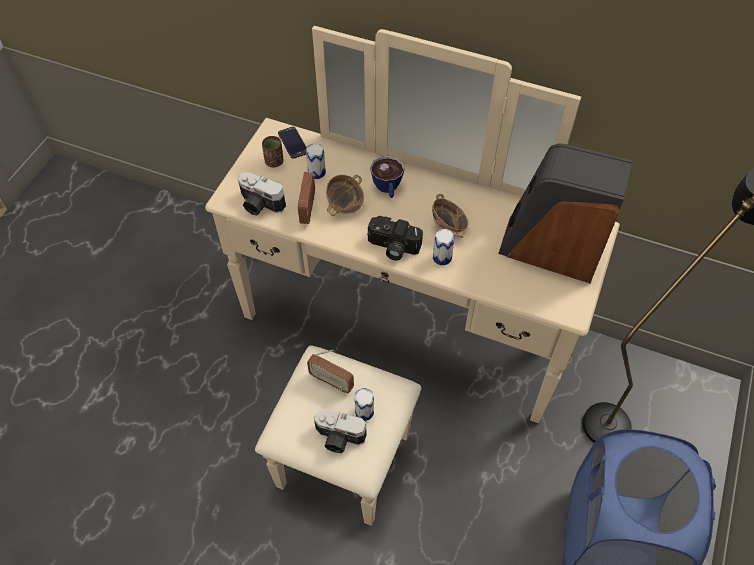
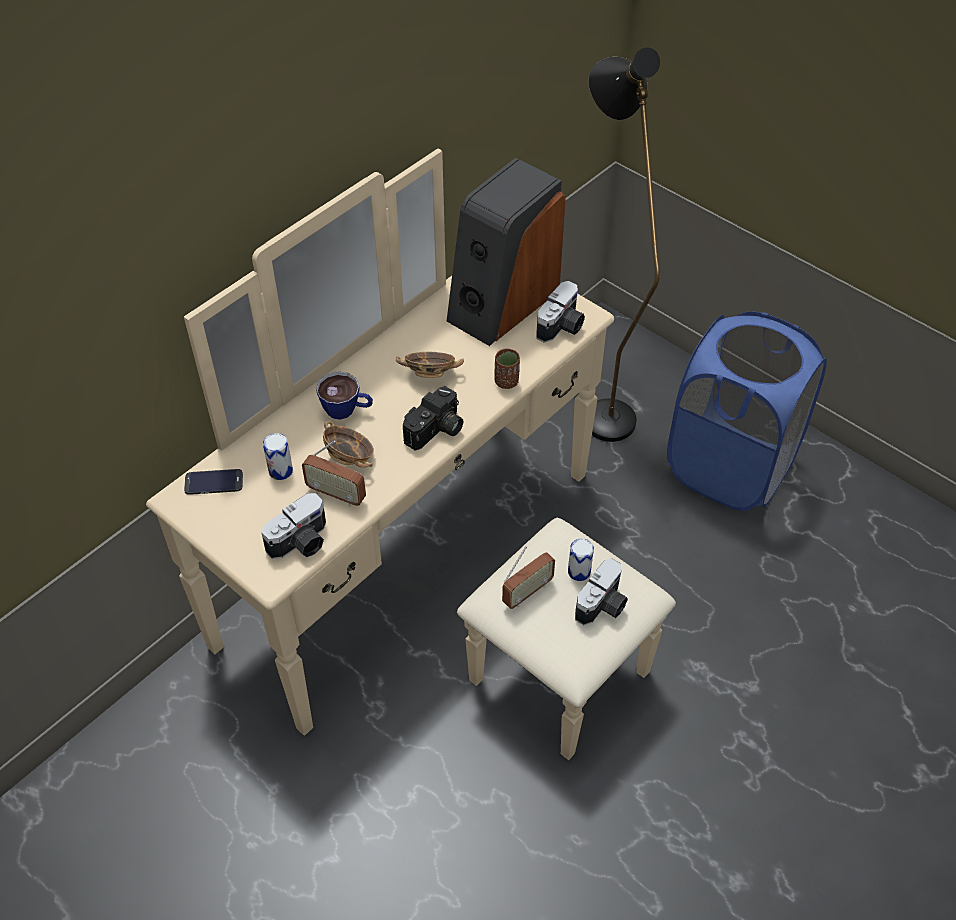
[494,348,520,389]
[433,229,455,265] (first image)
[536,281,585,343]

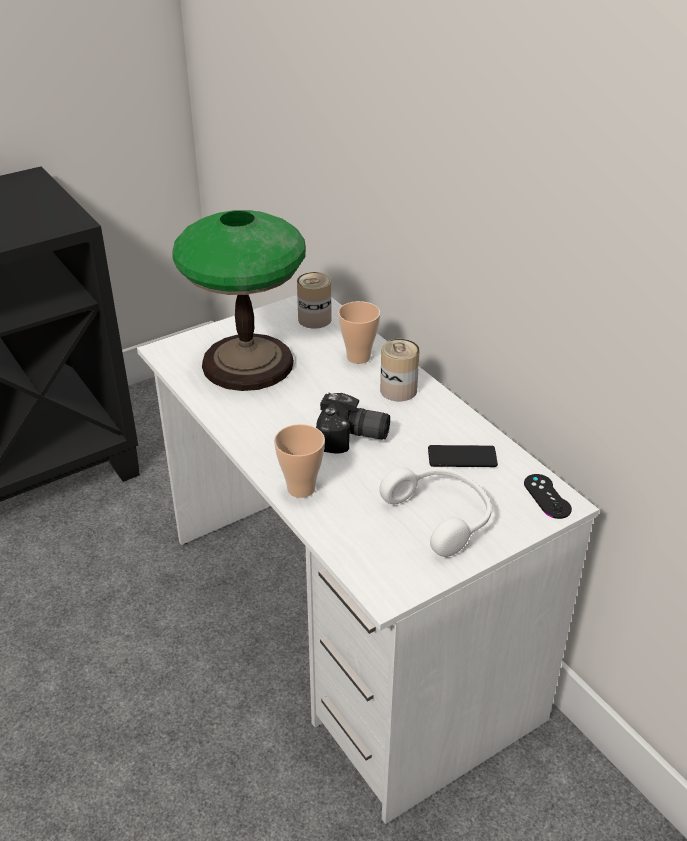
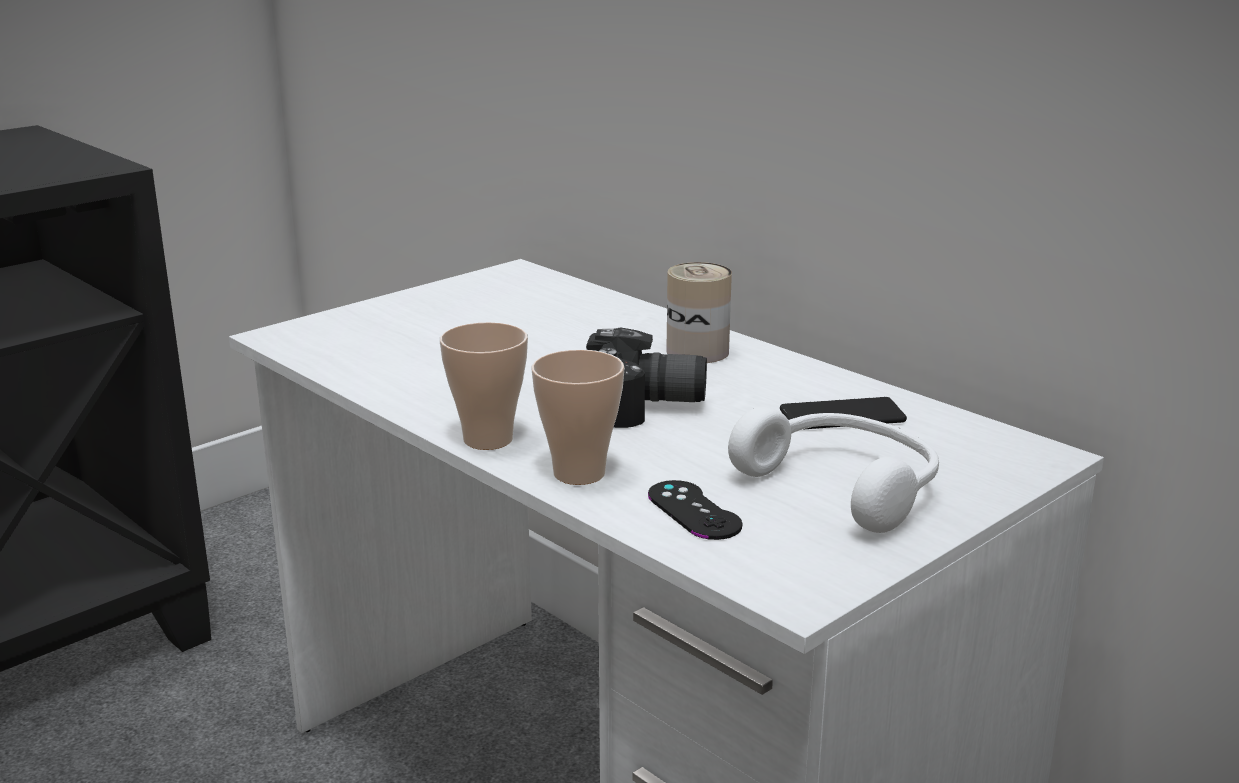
[172,210,306,391] (first image)
[297,272,332,329] (first image)
[440,322,528,450]
[648,480,742,540]

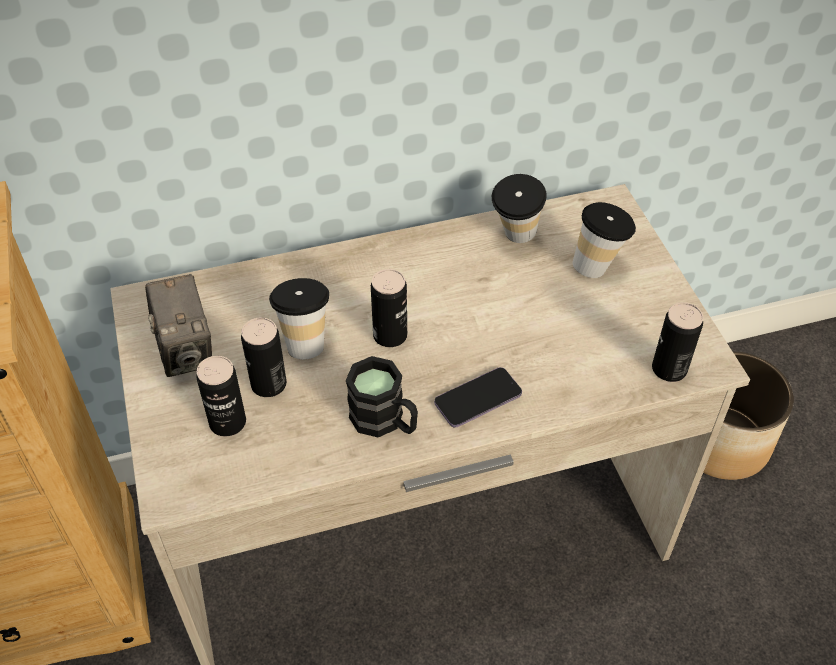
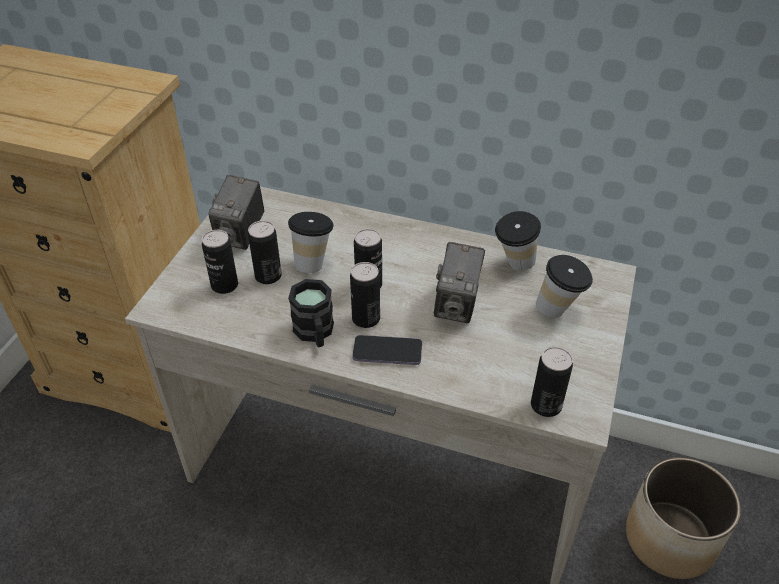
[434,242,485,323]
[350,262,380,328]

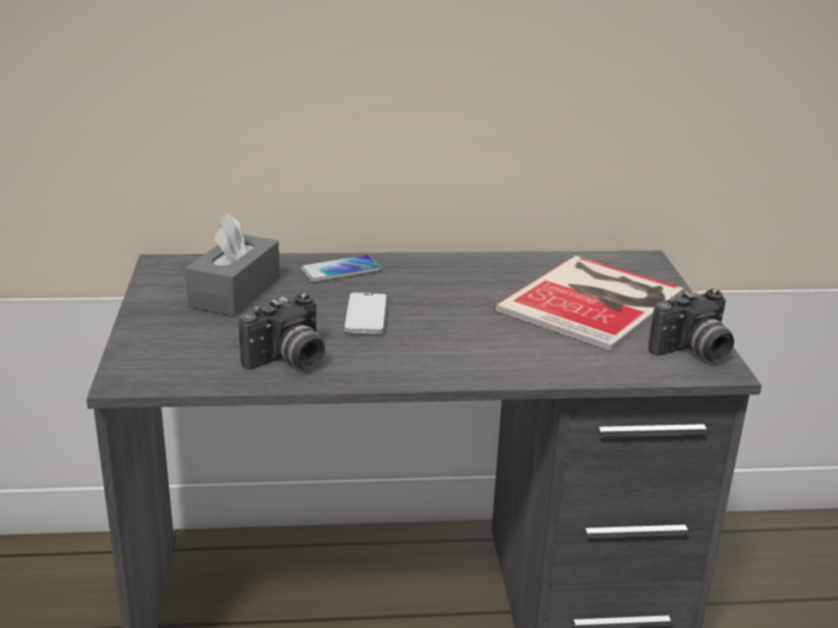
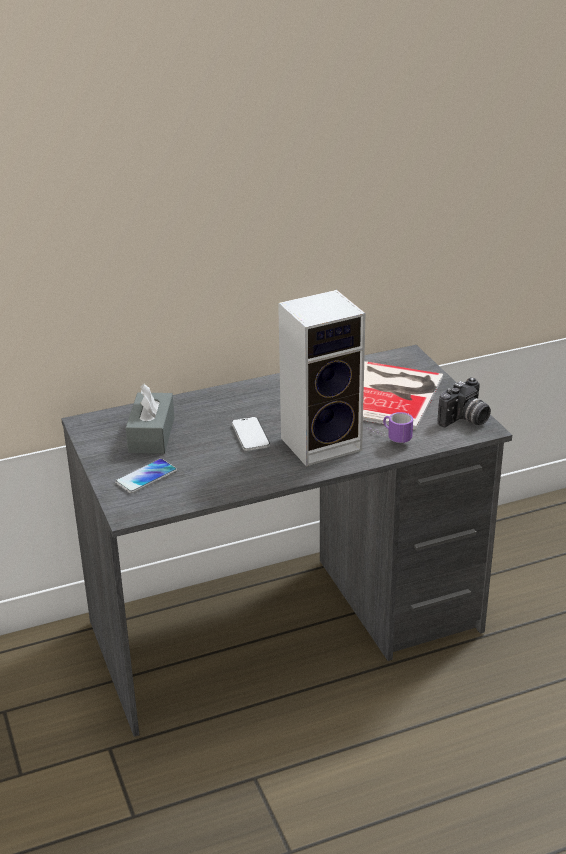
[115,459,177,493]
[239,293,325,370] (first image)
[278,290,366,467]
[366,412,413,443]

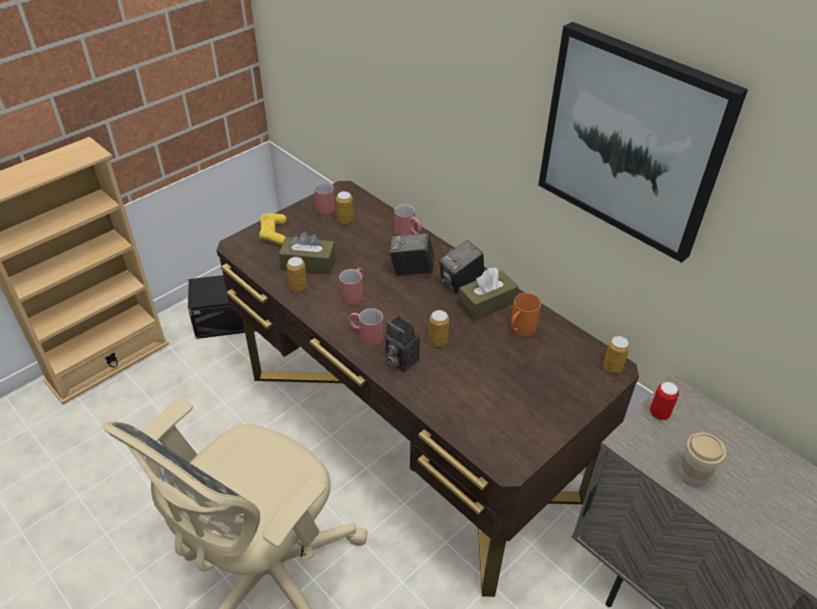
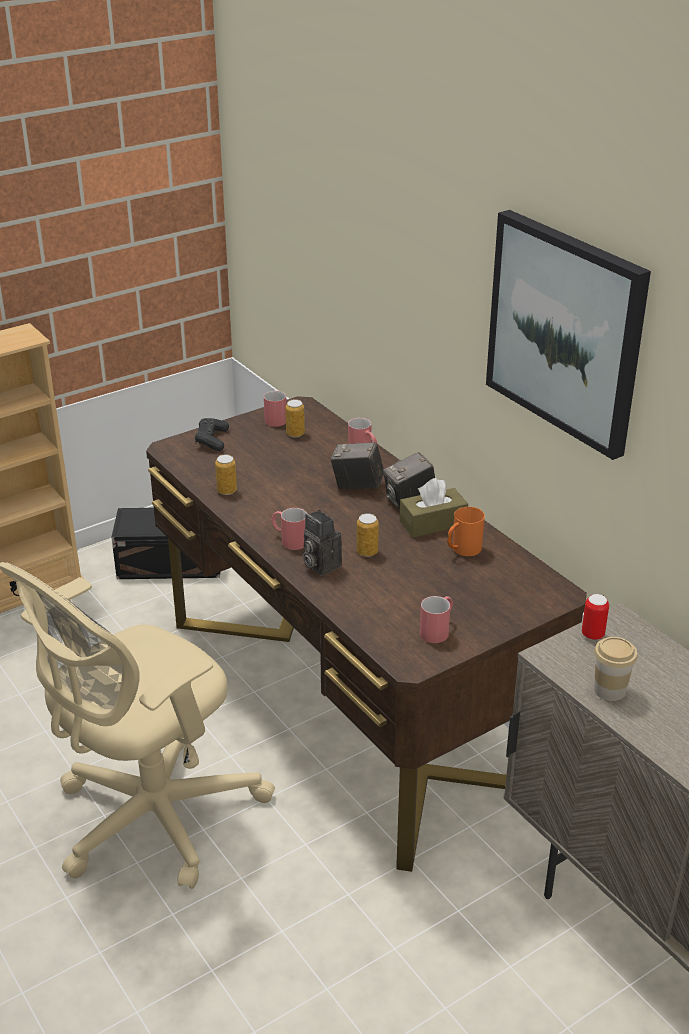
[195,418,229,451]
[279,231,336,275] (first image)
[420,596,453,643]
[603,336,630,373] (first image)

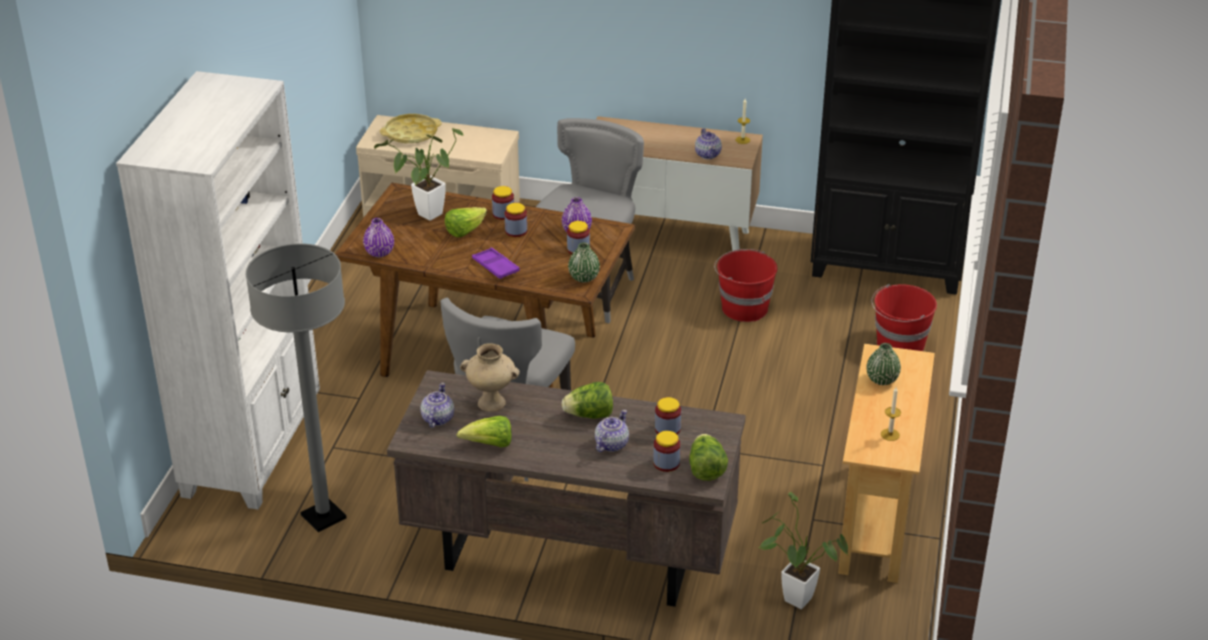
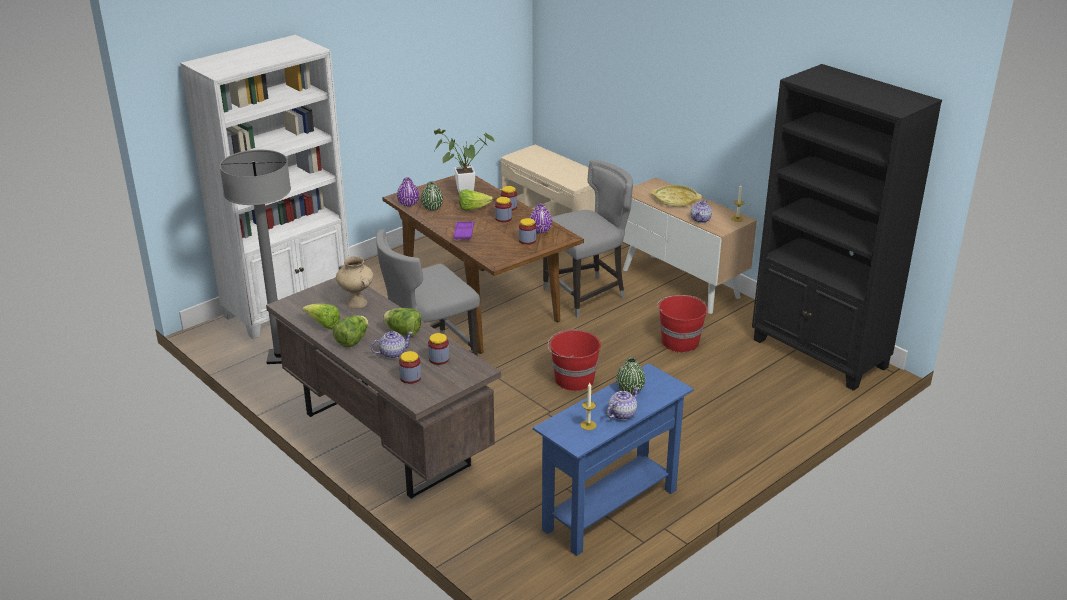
[651,185,702,207]
[421,181,443,211]
[547,329,601,391]
[533,363,694,556]
[607,387,639,420]
[333,315,369,347]
[759,492,848,609] (first image)

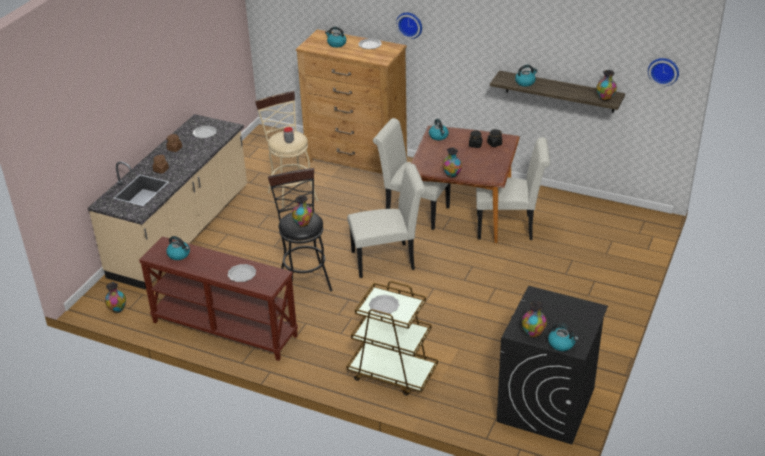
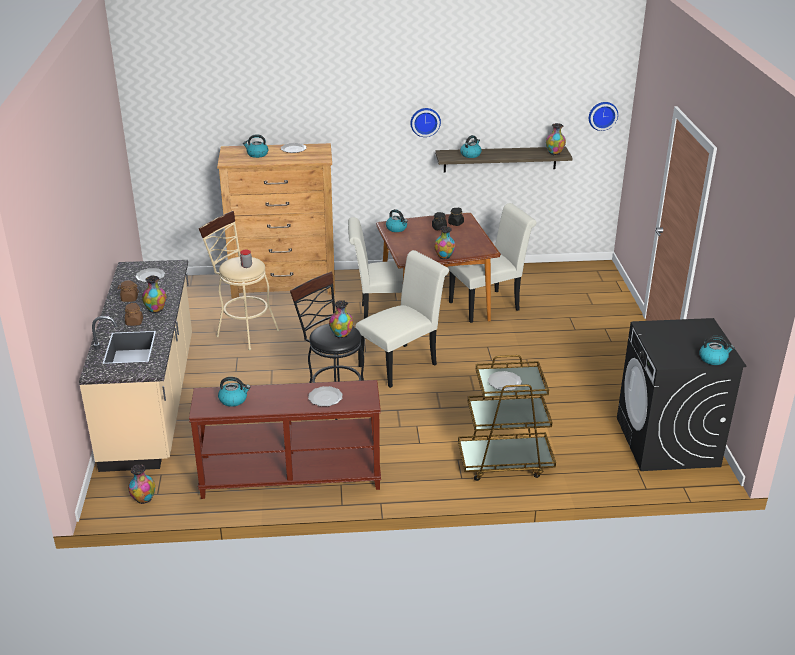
[411,108,441,137]
[142,275,167,314]

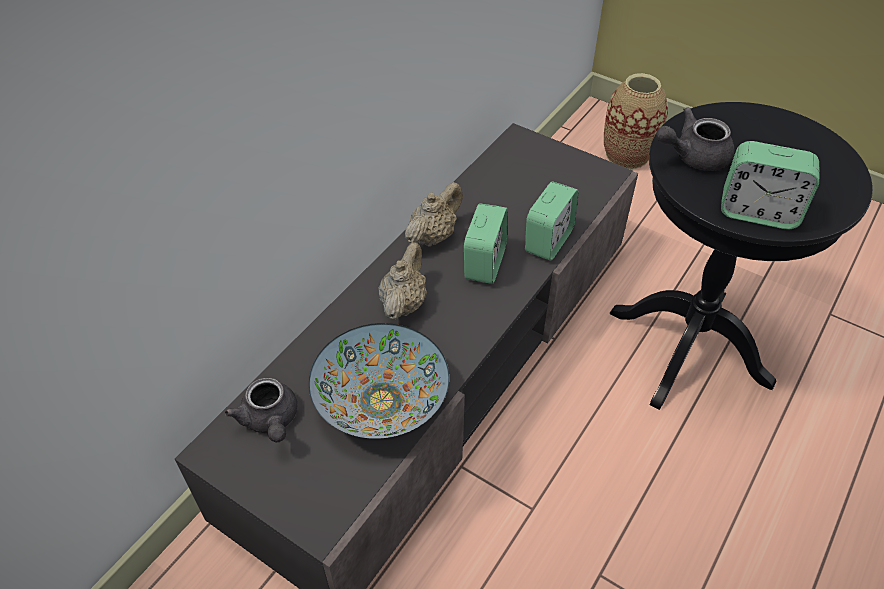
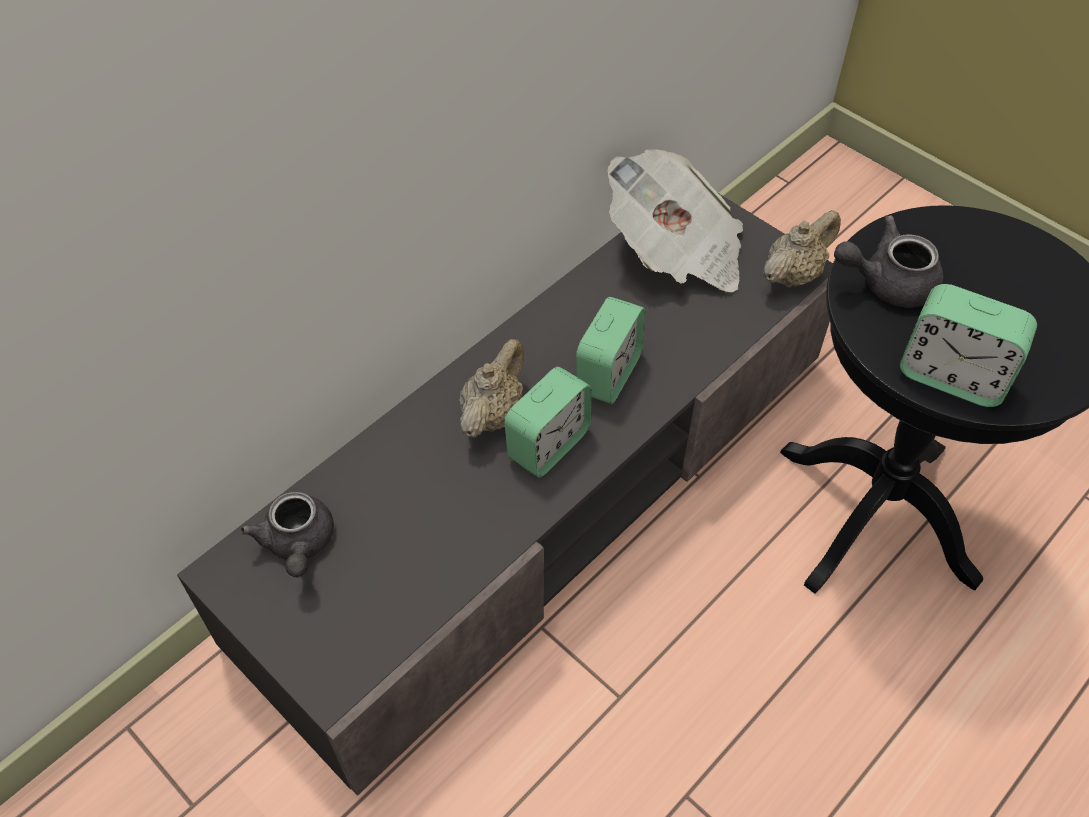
[604,73,668,169] (first image)
[504,367,592,477]
[763,210,841,288]
[309,323,449,439] (first image)
[607,149,743,293]

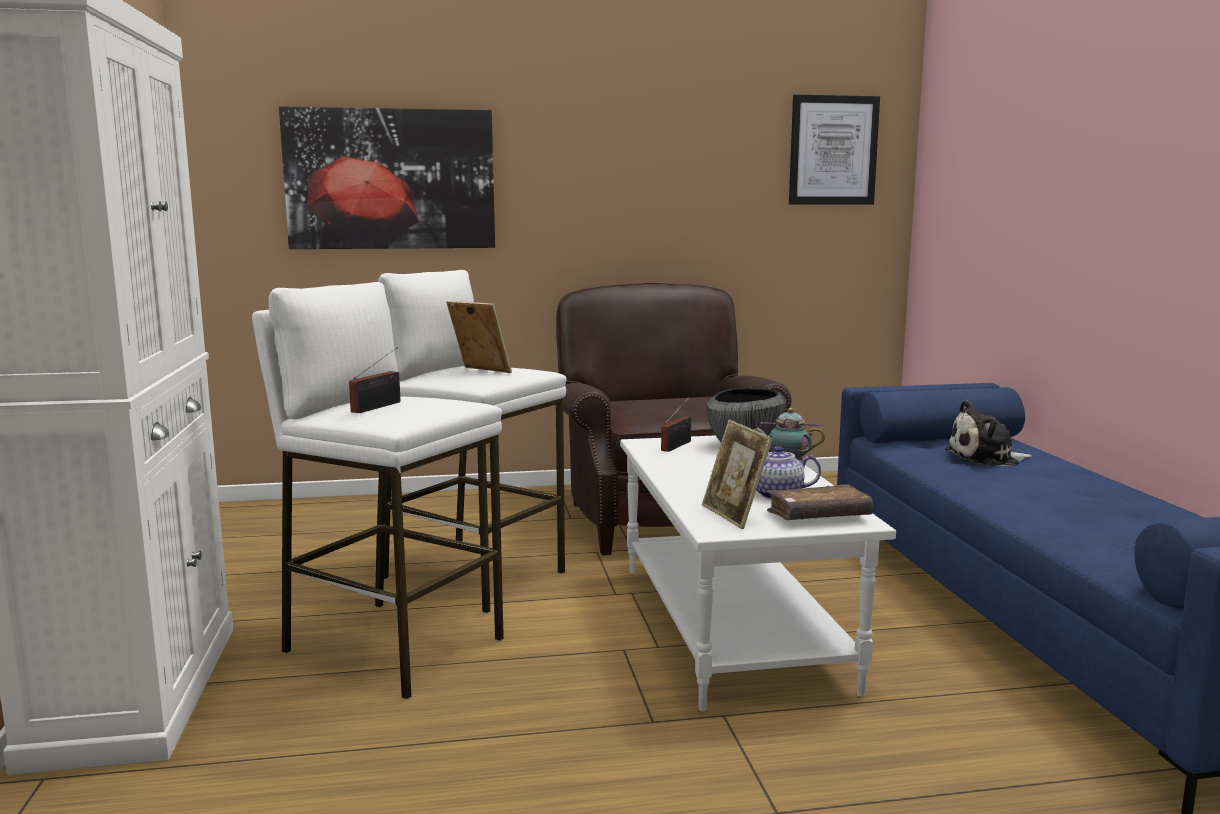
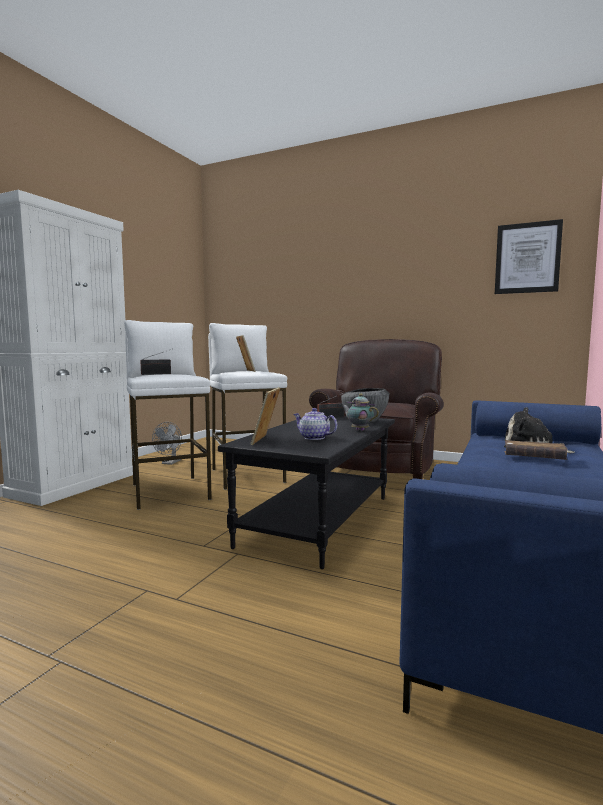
[279,107,495,249] (first image)
[218,416,395,569]
[505,440,567,460]
[152,422,182,465]

